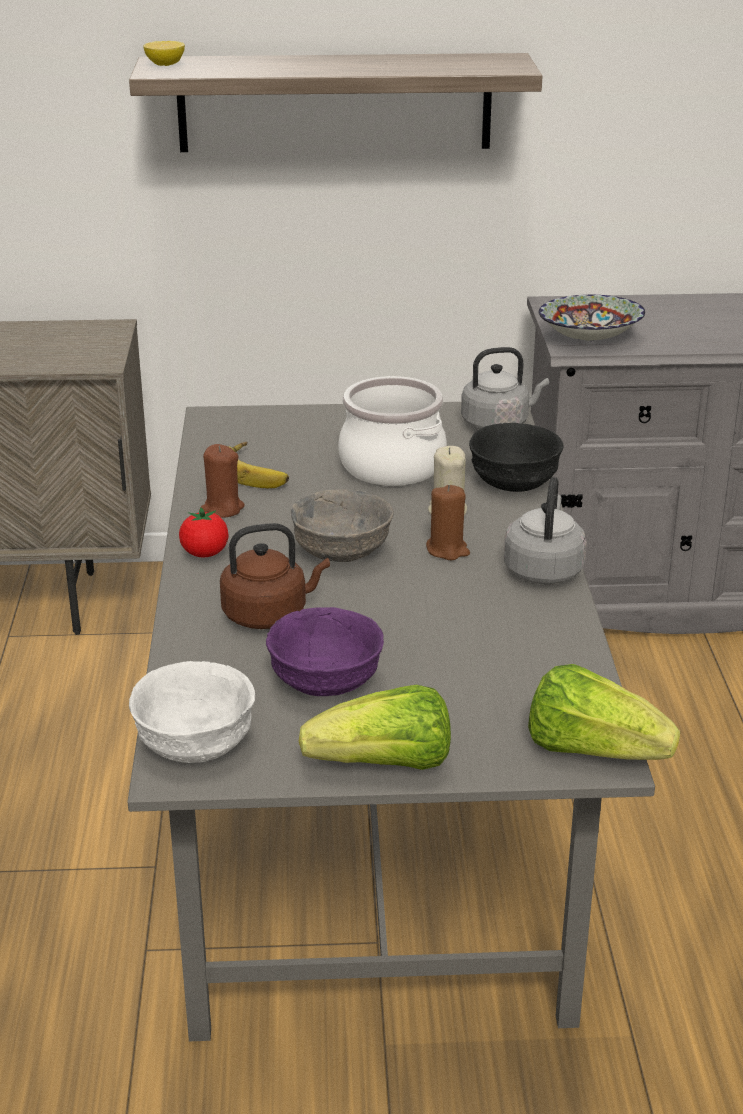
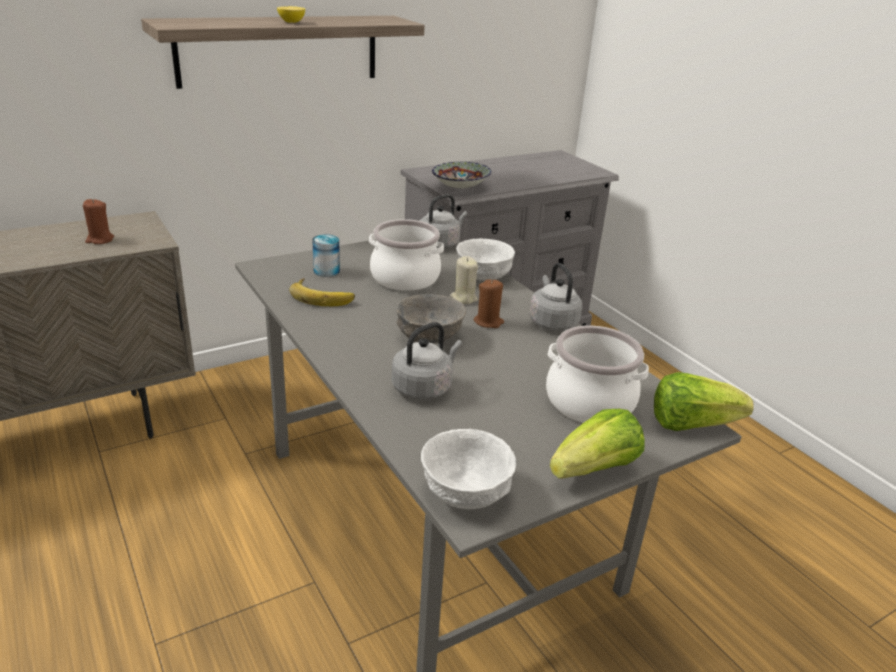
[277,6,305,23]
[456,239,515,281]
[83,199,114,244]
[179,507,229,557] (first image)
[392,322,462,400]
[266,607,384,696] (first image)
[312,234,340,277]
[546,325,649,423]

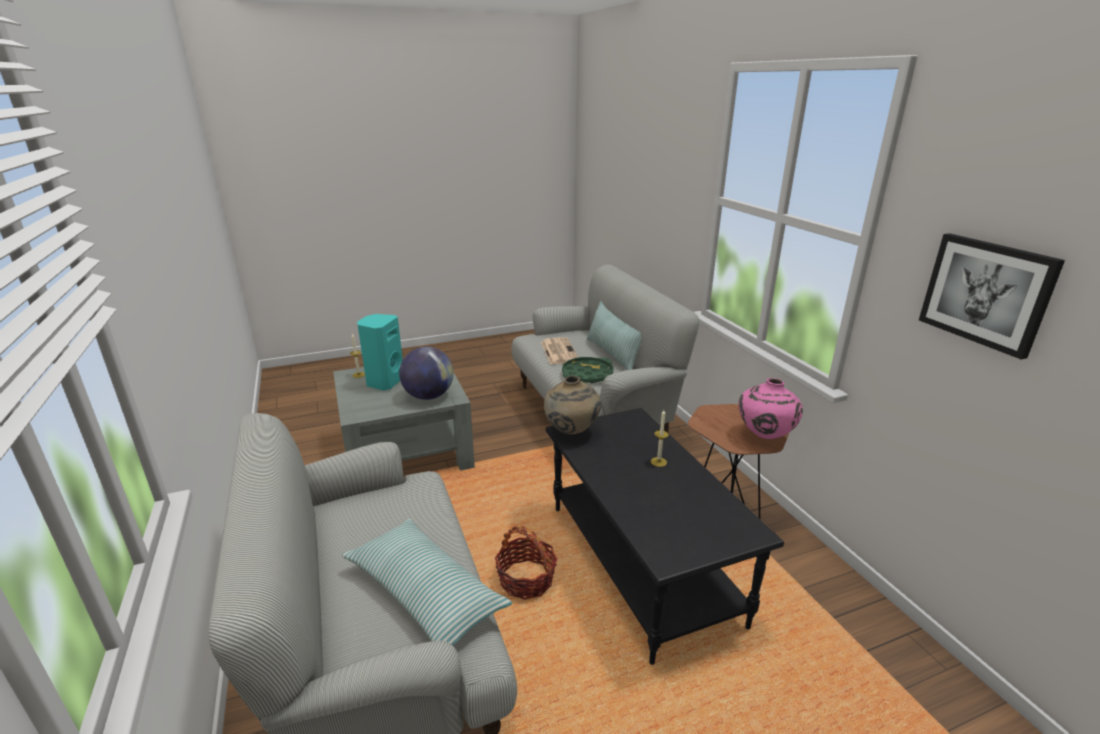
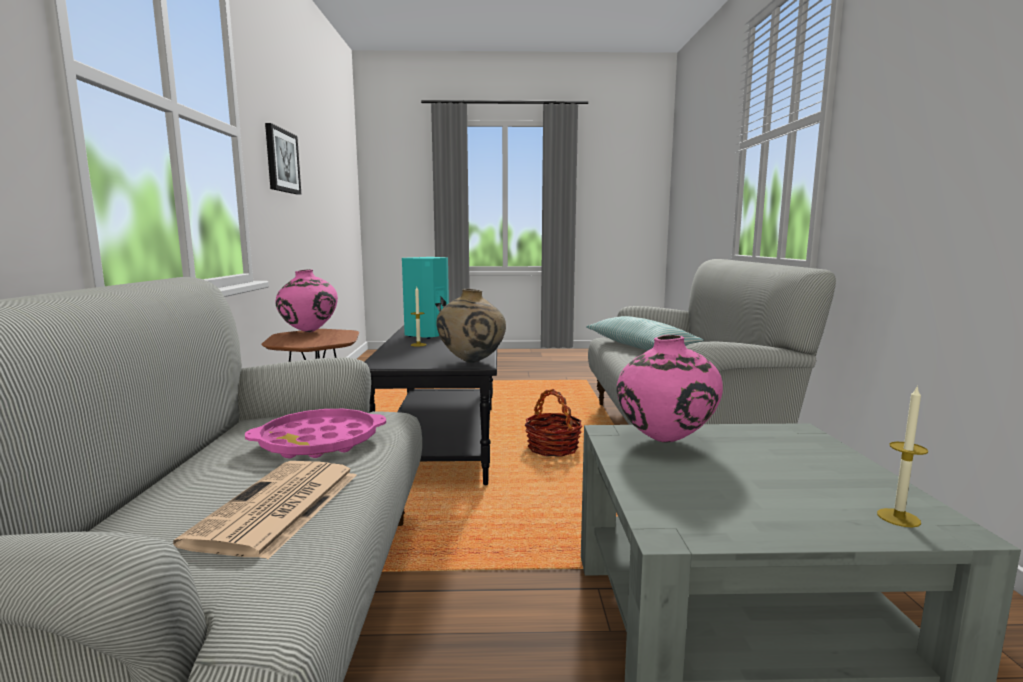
[587,301,641,370] (first image)
[402,257,449,339]
[617,335,723,443]
[245,409,386,458]

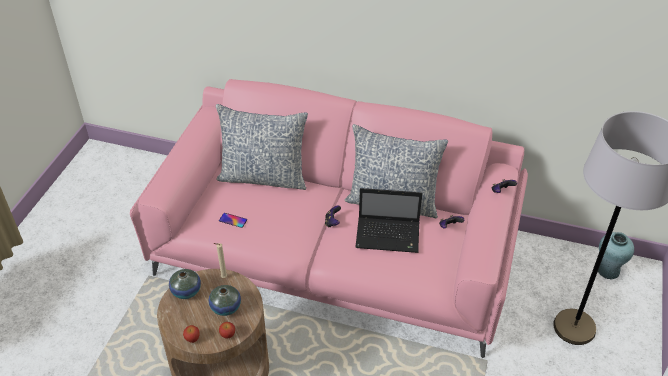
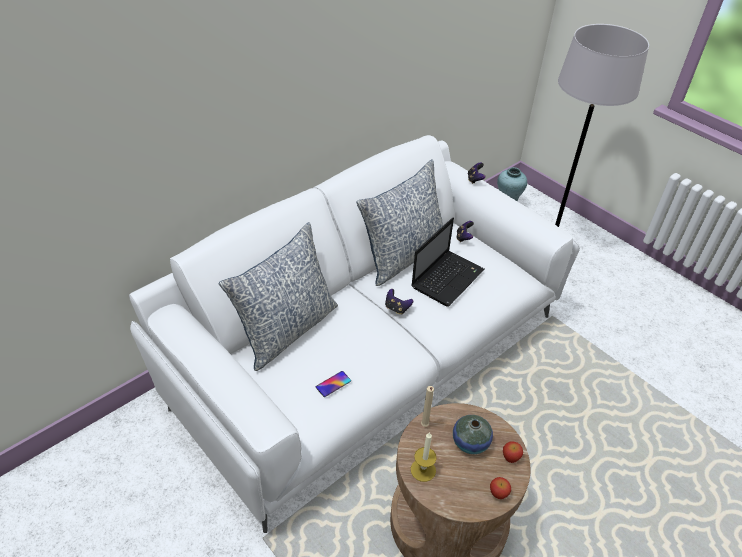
[129,135,580,533]
[411,432,437,482]

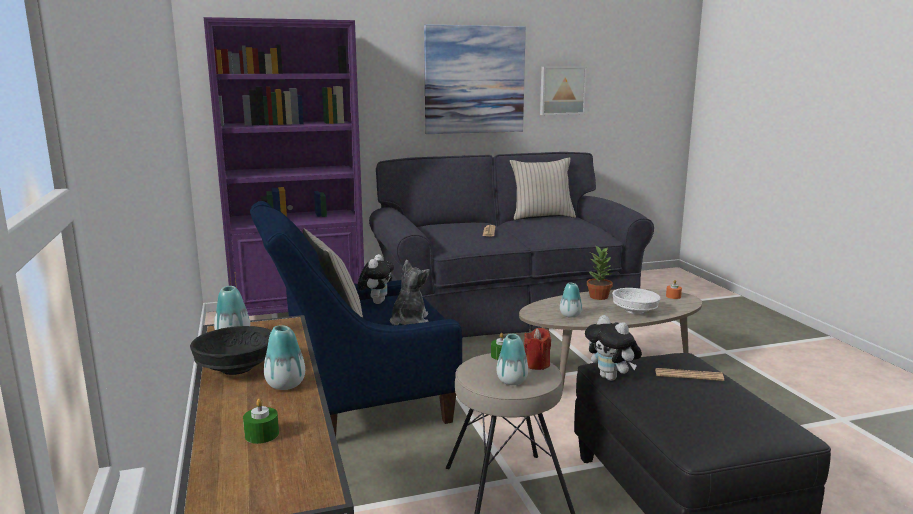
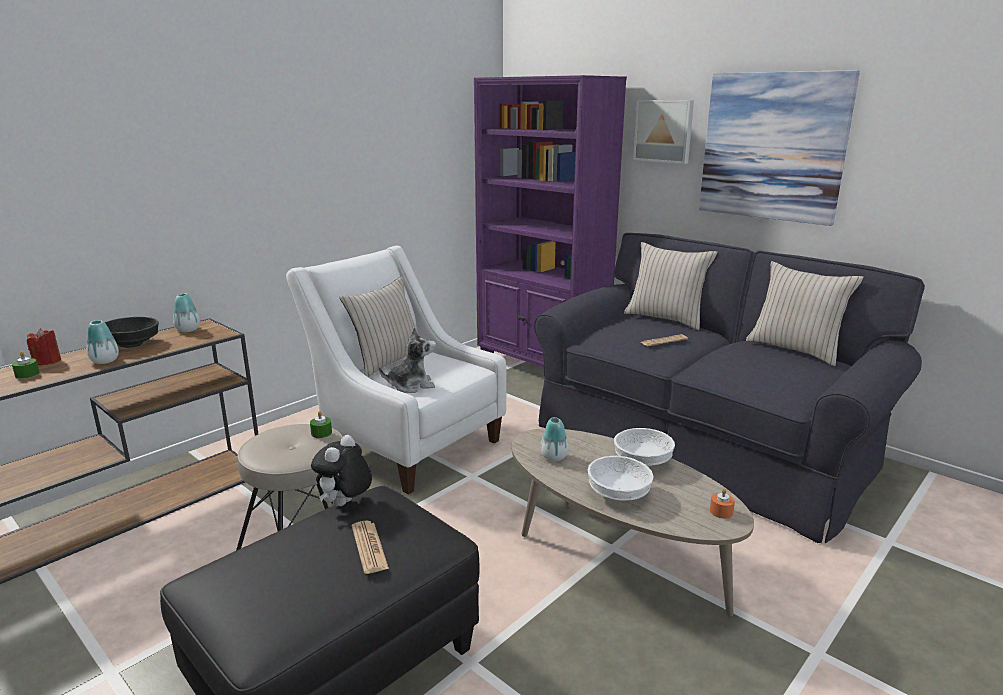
[633,100,694,164]
[286,246,507,494]
[614,428,675,466]
[357,254,394,304] (first image)
[27,328,61,365]
[497,334,528,385] (first image)
[624,242,717,330]

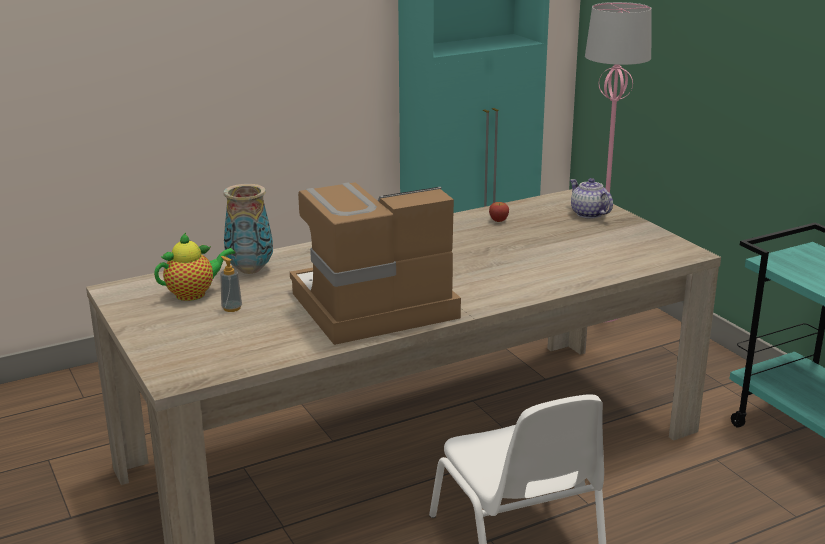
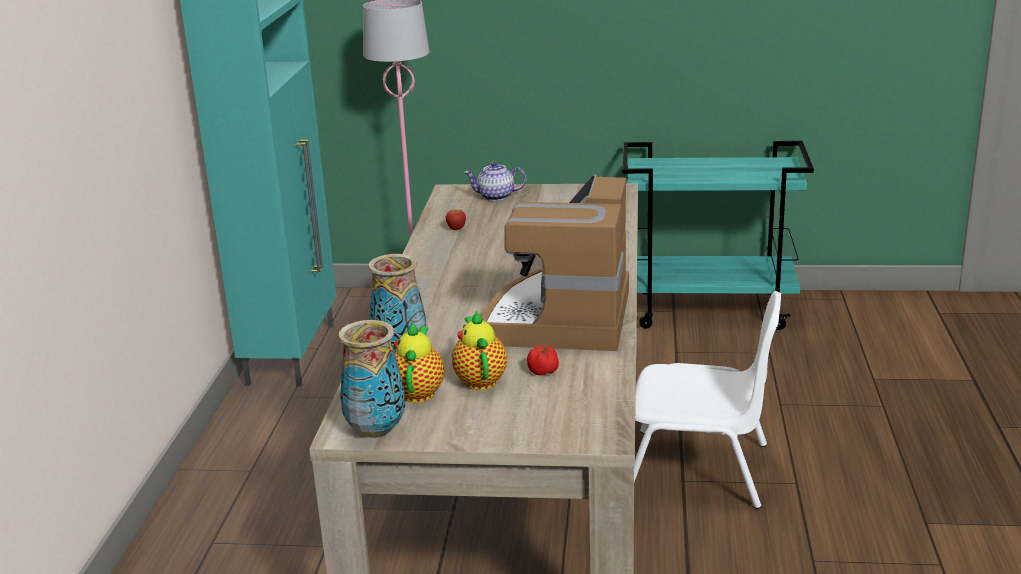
[452,310,507,390]
[338,320,405,438]
[527,345,559,375]

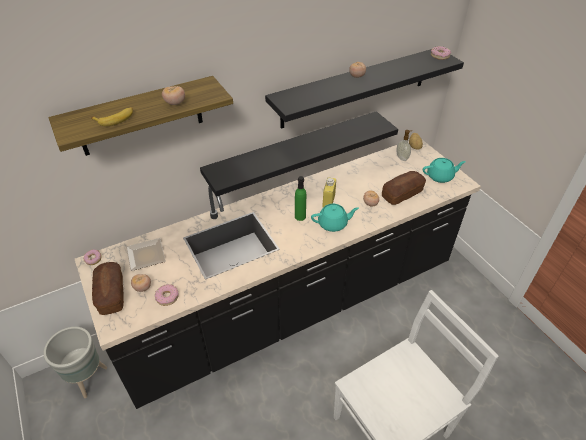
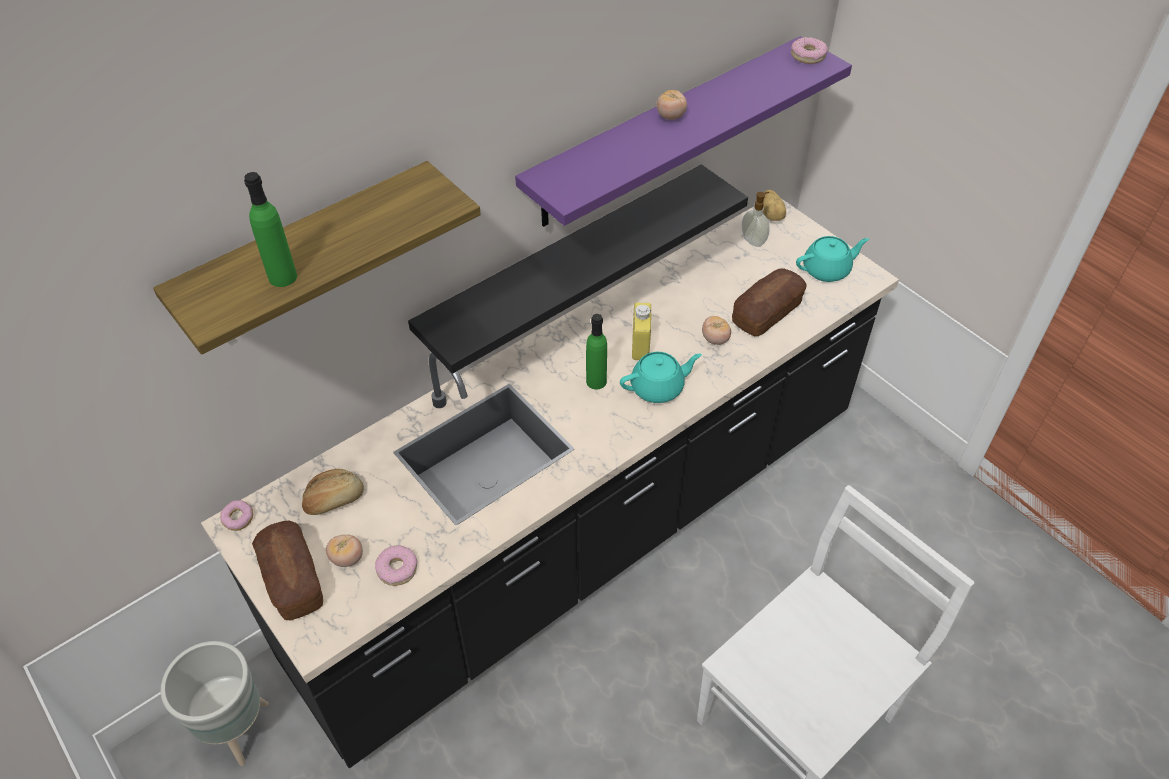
[515,36,852,227]
[162,86,185,105] (first image)
[244,172,297,287]
[302,469,364,515]

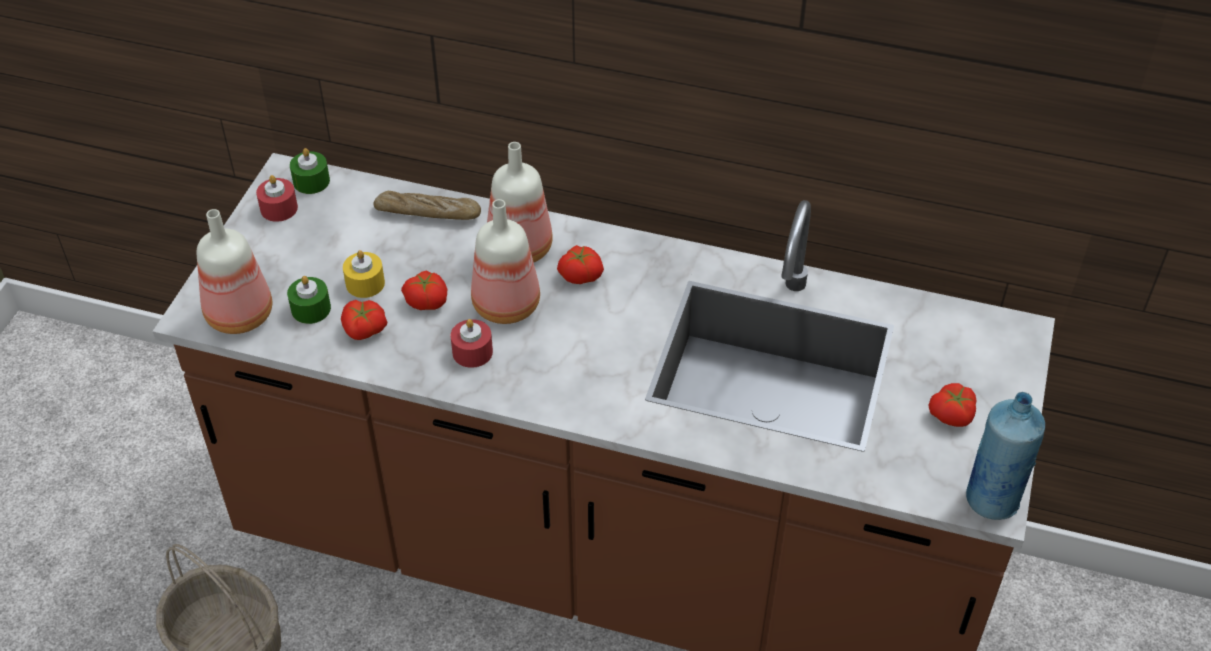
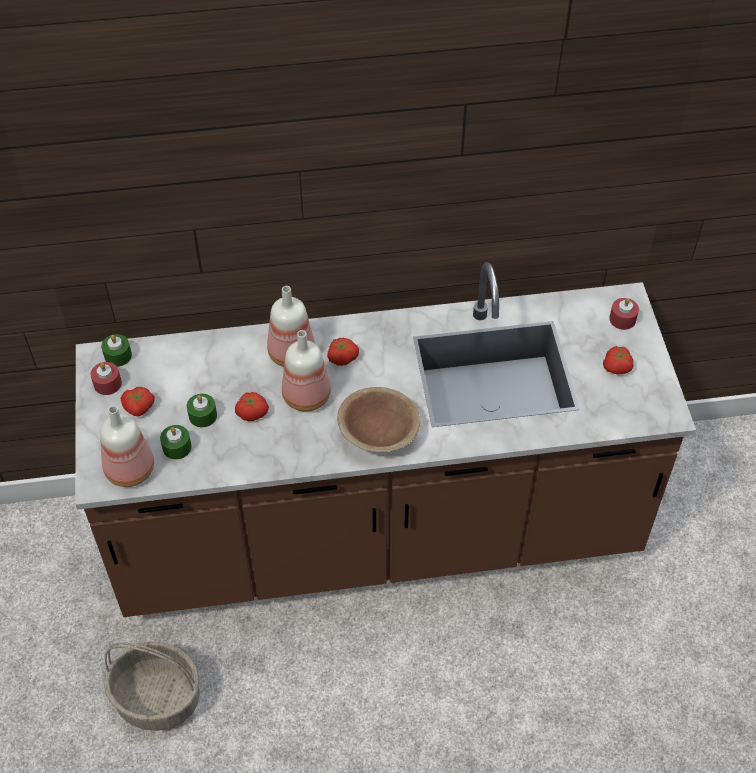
[374,191,481,220] (first image)
[187,394,217,427]
[121,387,155,416]
[609,298,639,330]
[966,392,1045,520] (first image)
[337,387,420,452]

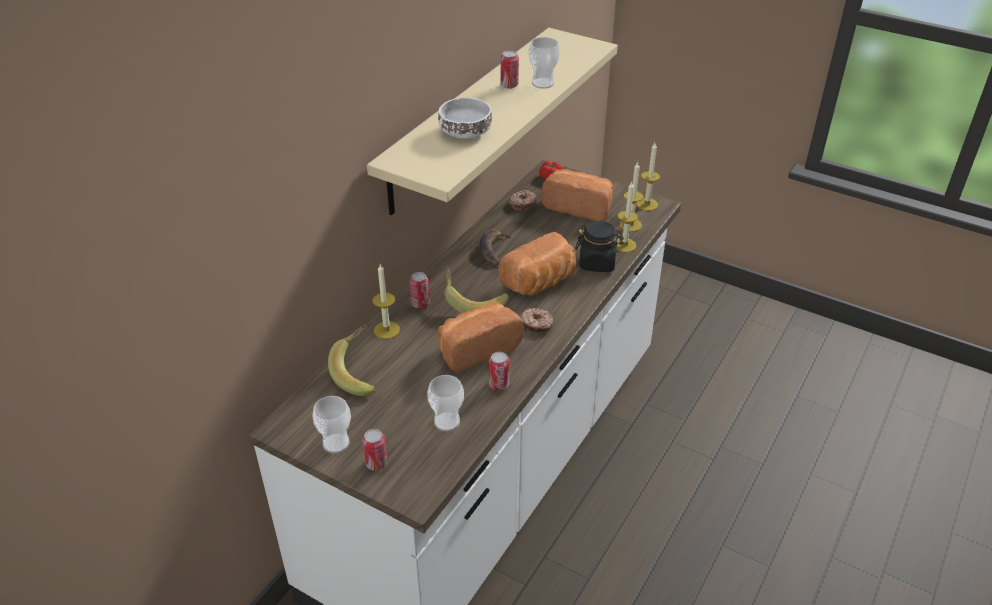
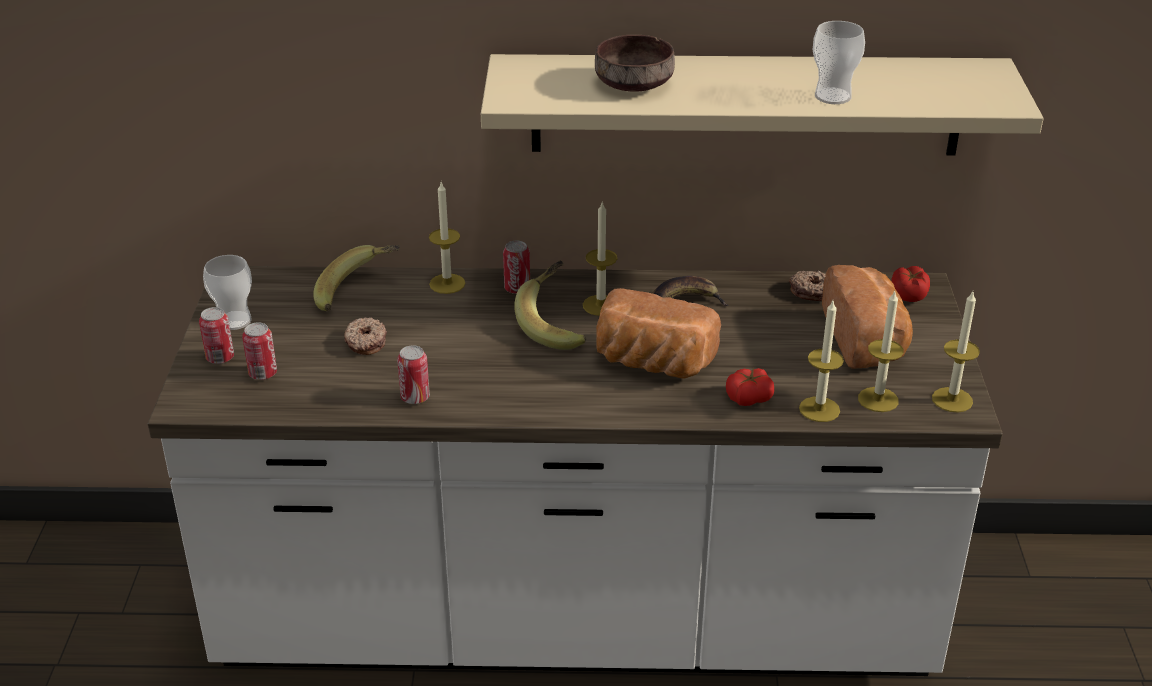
[242,322,277,380]
[595,35,675,92]
[726,368,774,406]
[437,302,524,372] (first image)
[344,317,387,355]
[427,375,464,431] (first image)
[583,201,618,316]

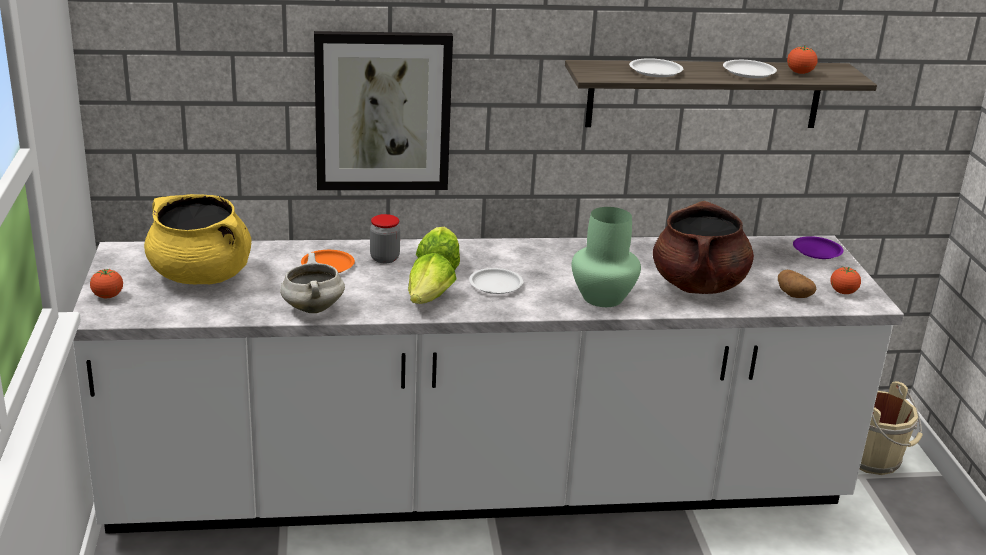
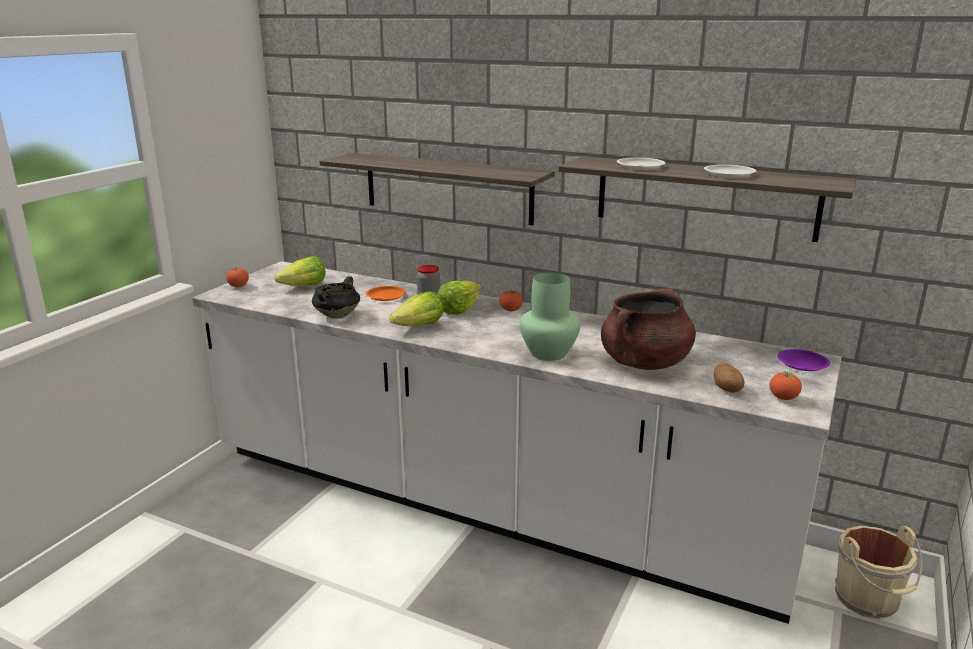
[320,152,555,225]
[500,289,523,311]
[274,256,326,286]
[312,276,360,319]
[469,268,523,294] (first image)

